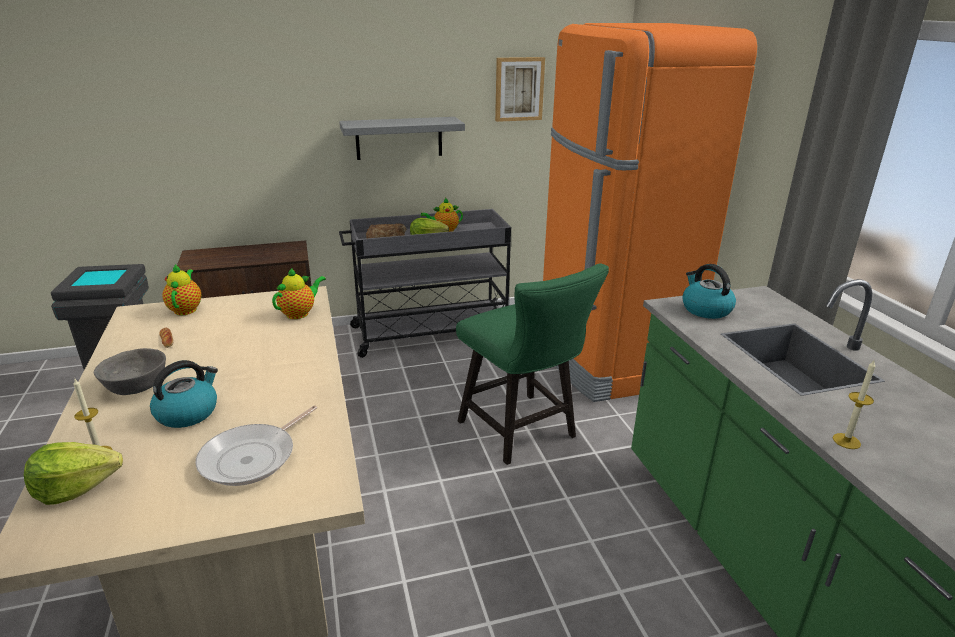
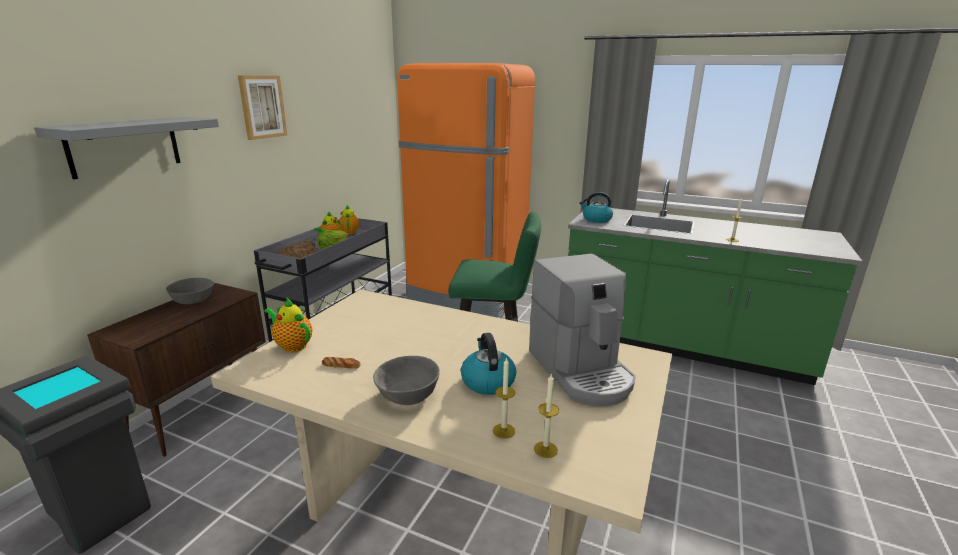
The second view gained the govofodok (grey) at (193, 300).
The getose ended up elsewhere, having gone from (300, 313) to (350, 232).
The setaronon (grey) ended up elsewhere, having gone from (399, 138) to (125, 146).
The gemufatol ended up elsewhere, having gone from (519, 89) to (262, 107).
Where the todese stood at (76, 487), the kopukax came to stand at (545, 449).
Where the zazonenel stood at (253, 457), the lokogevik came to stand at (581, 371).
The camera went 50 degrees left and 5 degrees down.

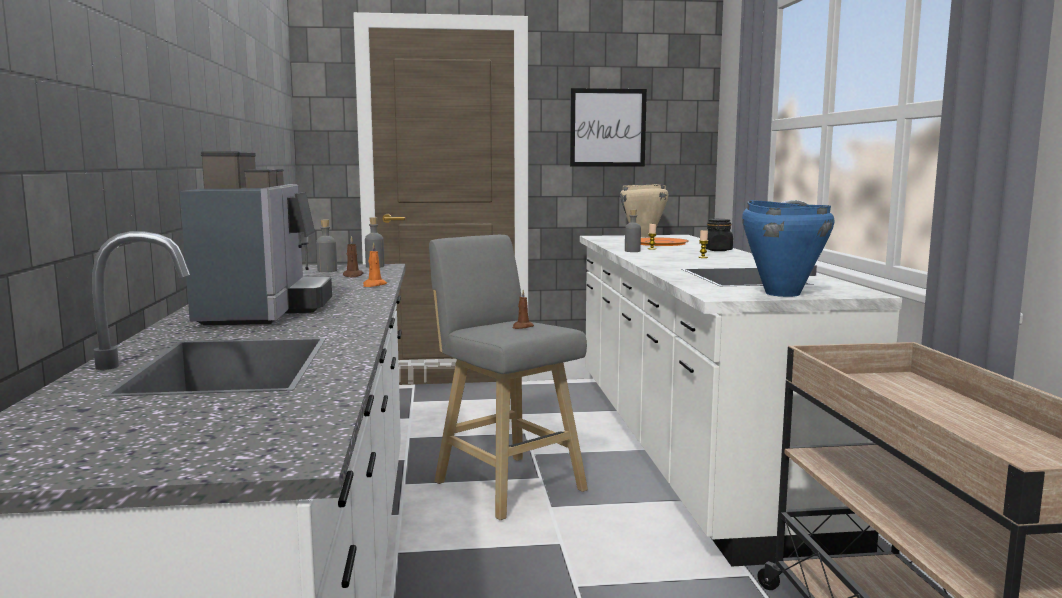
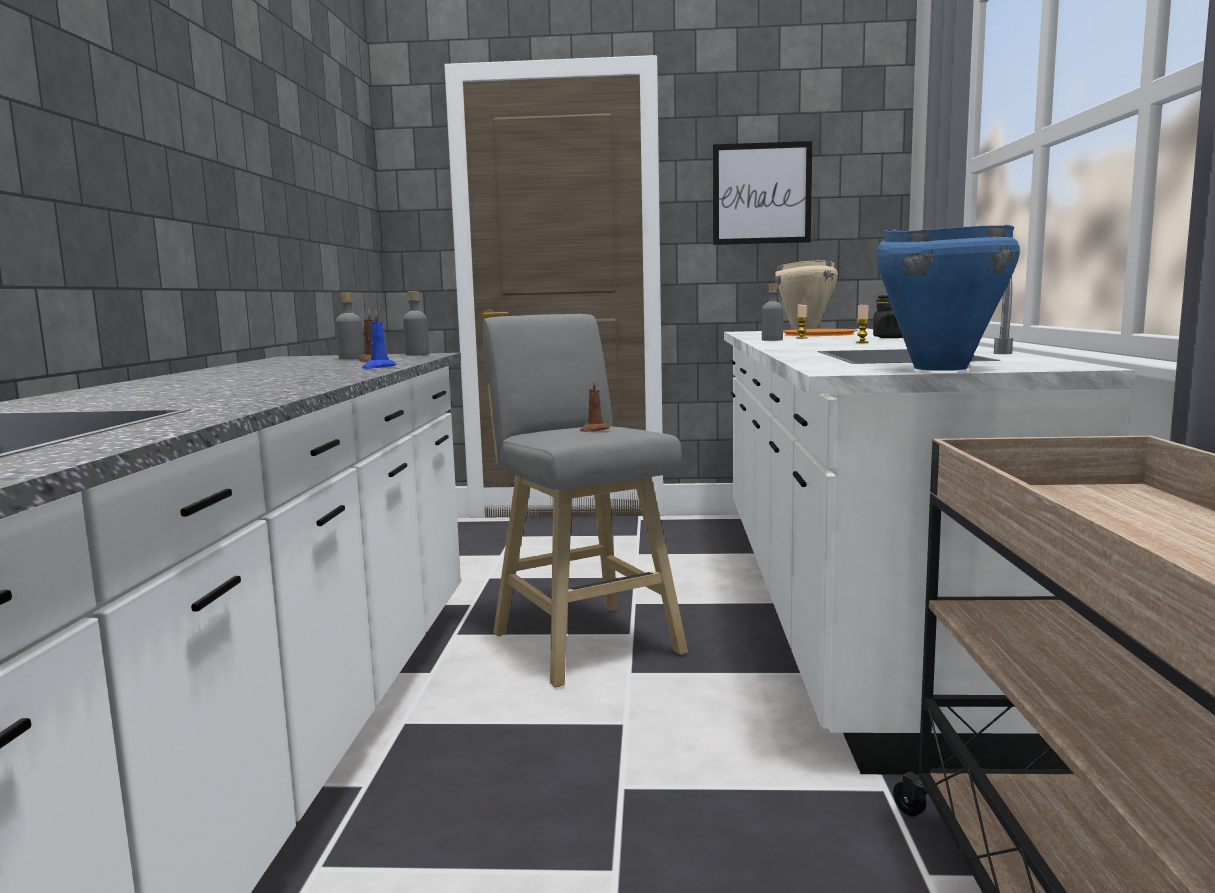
The second view lost the lokogevik at (263, 311).
What was the kopukax (orange) at (374, 285) turned into the kopukax (blue) at (378, 367).
The camera went 10 degrees right and 0 degrees up.

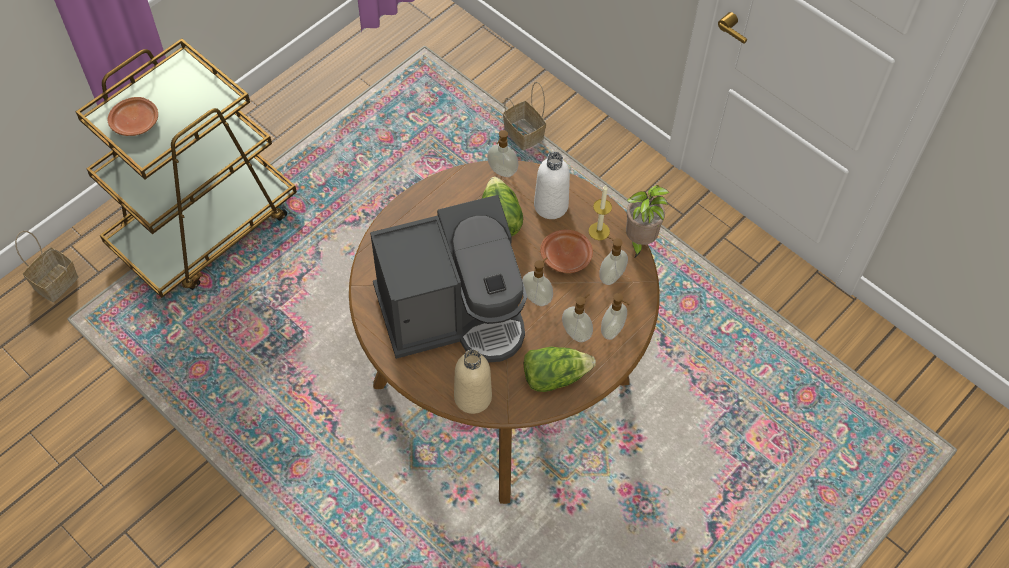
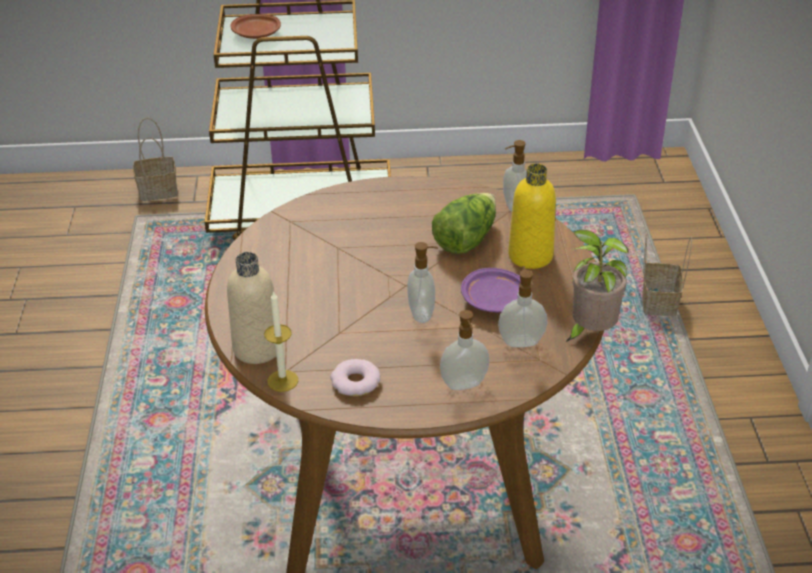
The second view lost the lokogevik at (454, 312).
The second view lost the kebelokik at (576, 333).
The kopukax ended up elsewhere, having gone from (599, 231) to (282, 381).
Where the todese stood at (554, 376), the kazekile came to stand at (355, 382).
What was the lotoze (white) at (551, 205) turned into the lotoze (yellow) at (530, 256).
What was the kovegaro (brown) at (566, 256) turned into the kovegaro (purple) at (495, 301).
The camera went 45 degrees right and 20 degrees down.

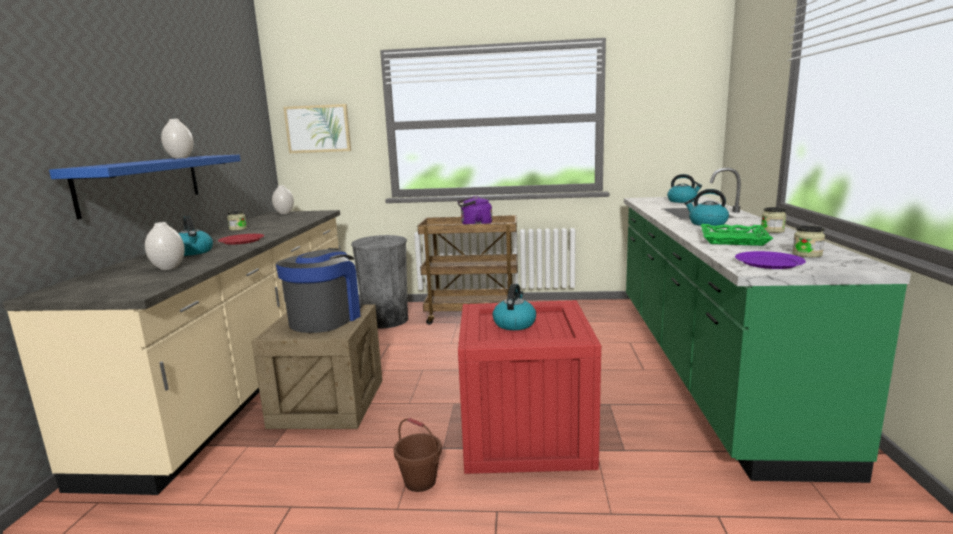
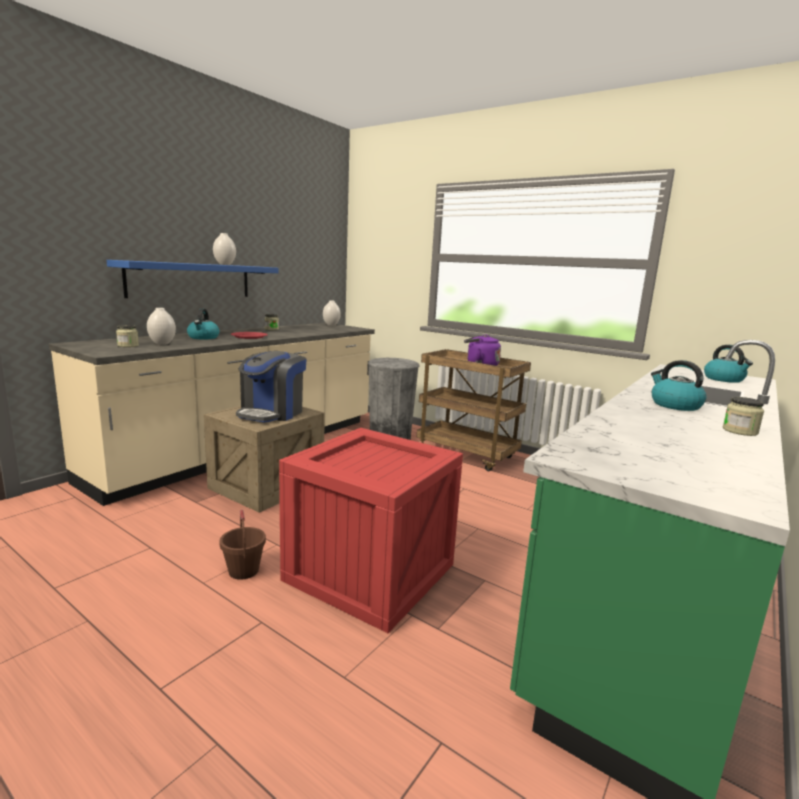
The second view lost the gemufatol at (318, 129).
The second view lost the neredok at (514, 323).
The second view lost the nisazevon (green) at (732, 239).
The second view lost the kovegaro (purple) at (769, 263).
The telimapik ended up elsewhere, having gone from (807, 254) to (128, 345).
The lokogevik at (325, 319) ended up facing another way, 150 degrees clockwise from before.
The camera went 30 degrees right and 0 degrees up.

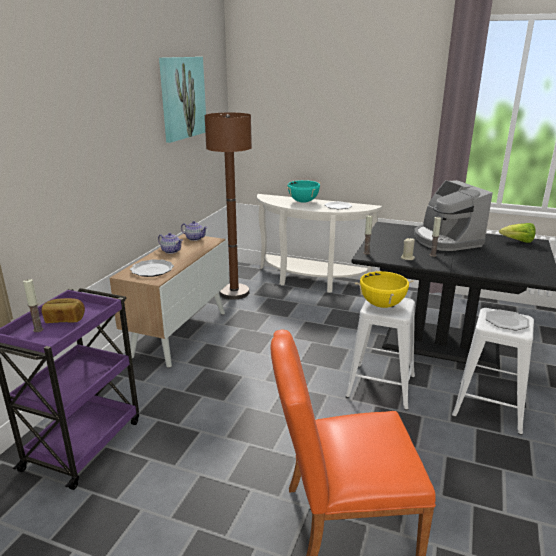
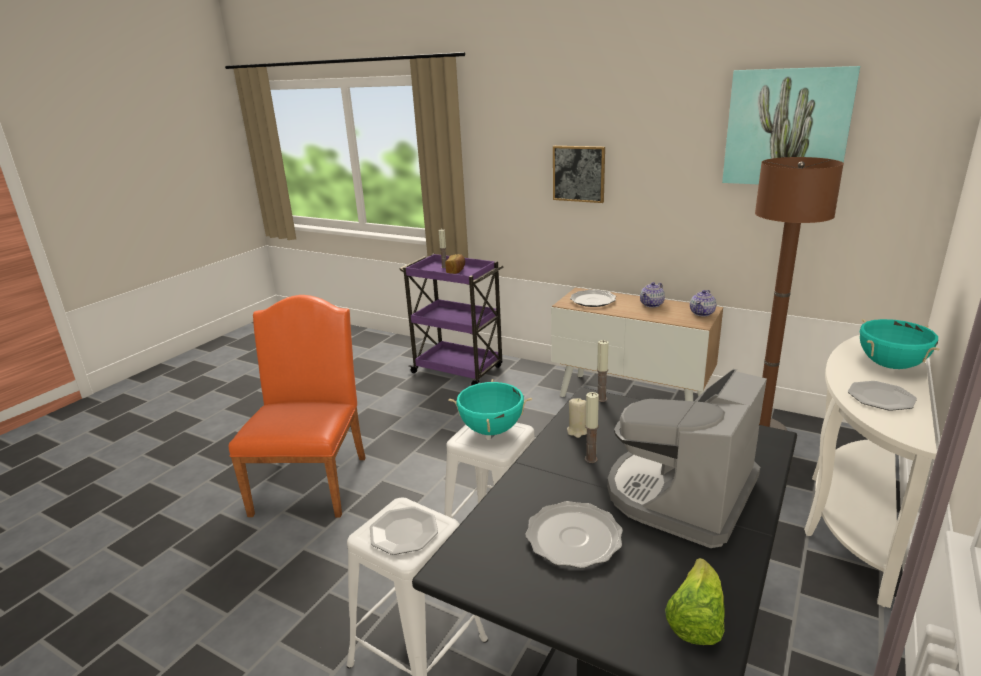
The second view gained the kovegaro at (574, 537).
The second view gained the gemufatol at (579, 173).
What was the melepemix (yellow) at (382, 305) turned into the melepemix (turquoise) at (491, 430).
The lokogevik at (445, 240) ended up facing another way, 45 degrees counterclockwise from before.
The camera went 100 degrees right and 0 degrees up.

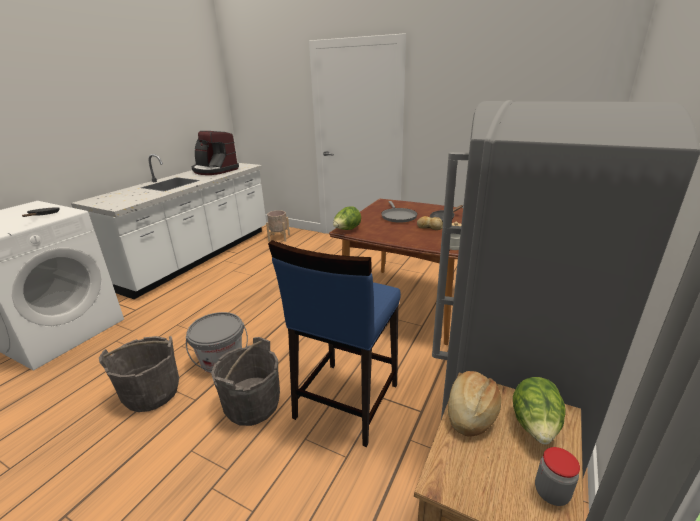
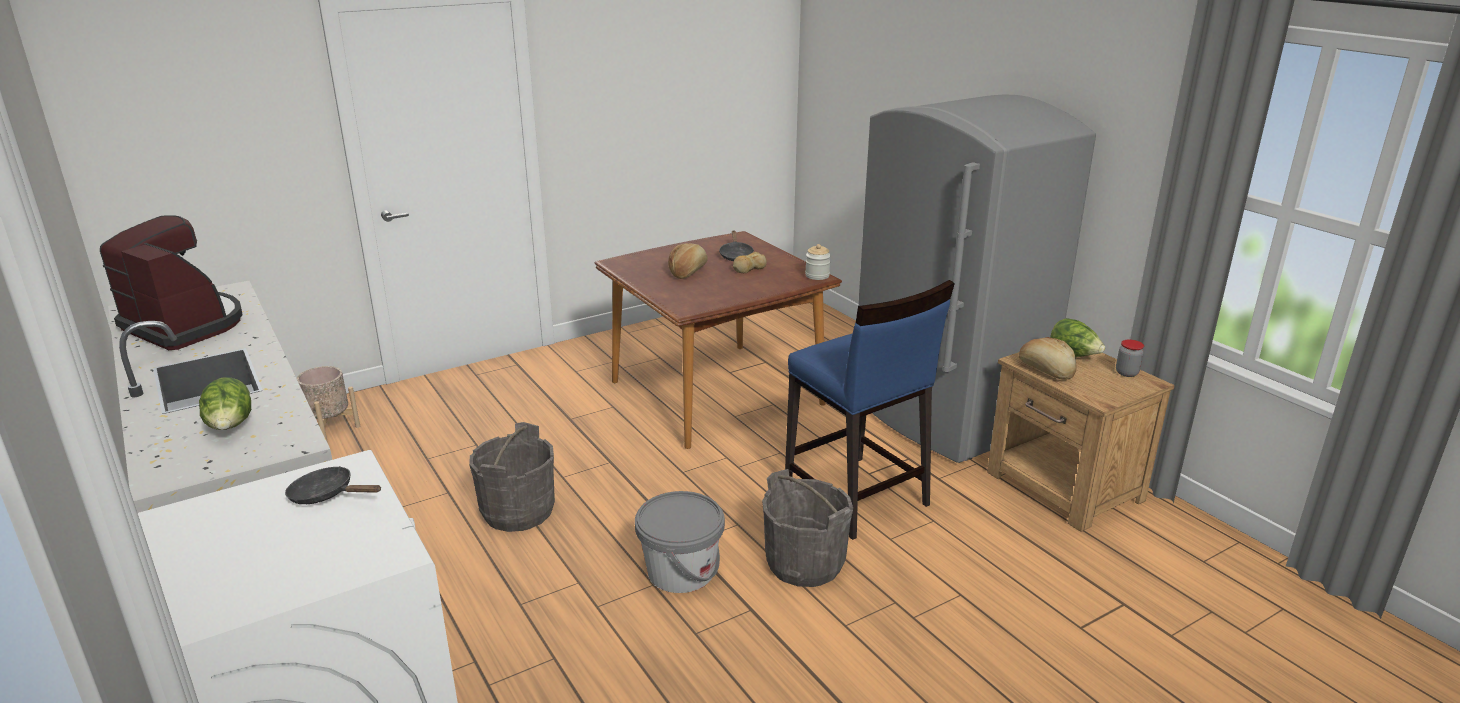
The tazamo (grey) ended up elsewhere, having gone from (152, 393) to (518, 511).
The todese ended up elsewhere, having gone from (347, 230) to (231, 427).
Where the zazonenel (grey) stood at (398, 216), the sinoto came to stand at (688, 272).
The lokogevik at (214, 170) ended up facing another way, 120 degrees counterclockwise from before.
The camera went 60 degrees left and 0 degrees up.

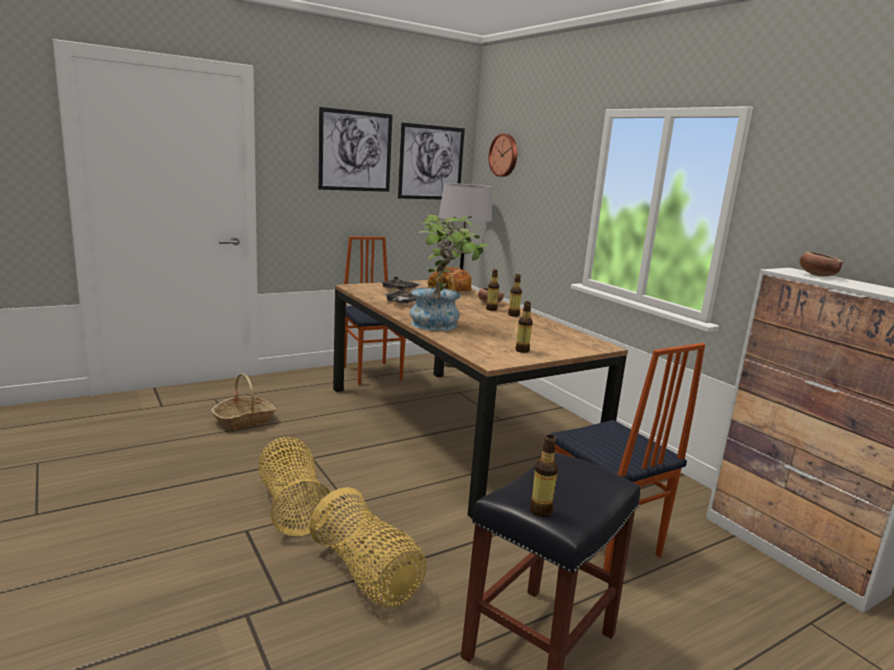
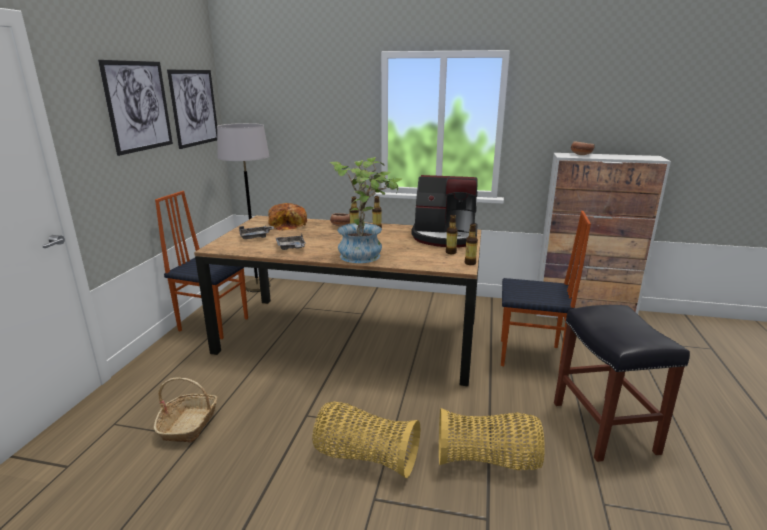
The second view lost the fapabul at (504, 155).
The second view gained the lokogevik at (445, 237).
The lotoze ended up elsewhere, having gone from (540, 511) to (470, 263).
The camera went 45 degrees left and 5 degrees up.

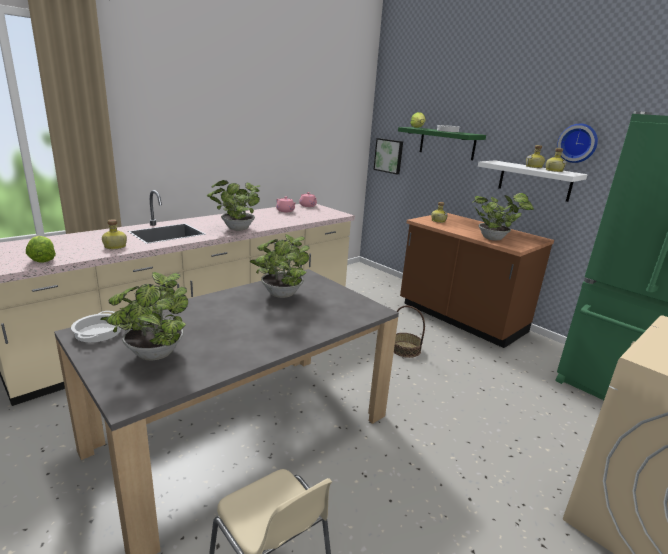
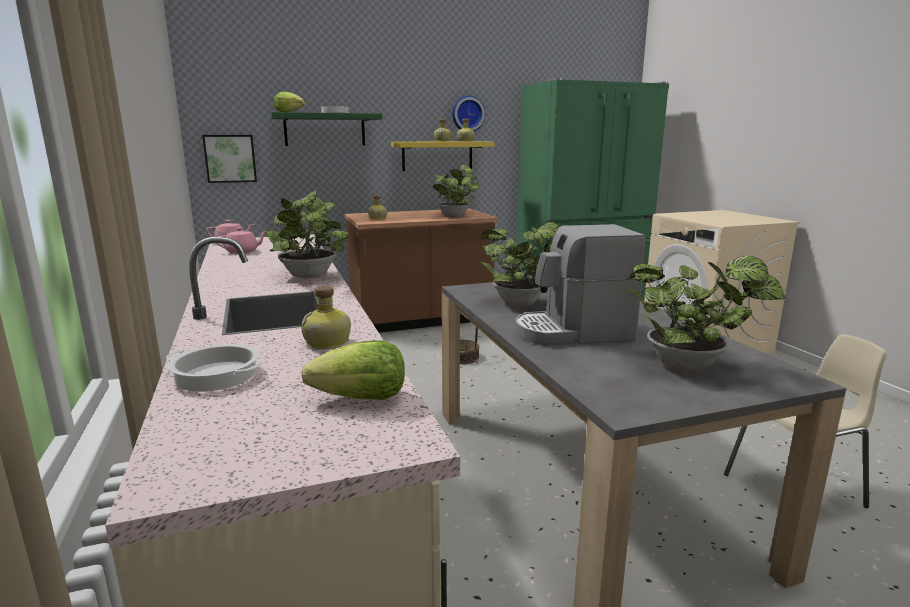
The second view gained the lokogevik at (573, 332).
The melepemix ended up elsewhere, having gone from (98, 332) to (217, 375).
What was the setaronon (white) at (534, 180) turned into the setaronon (yellow) at (437, 156).
The camera went 65 degrees left and 5 degrees down.

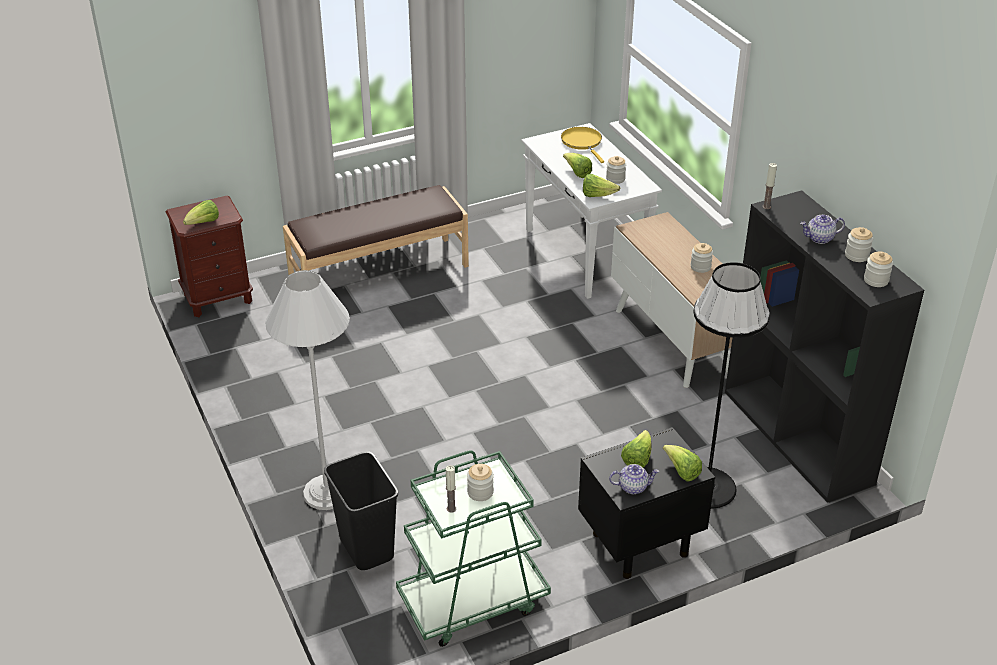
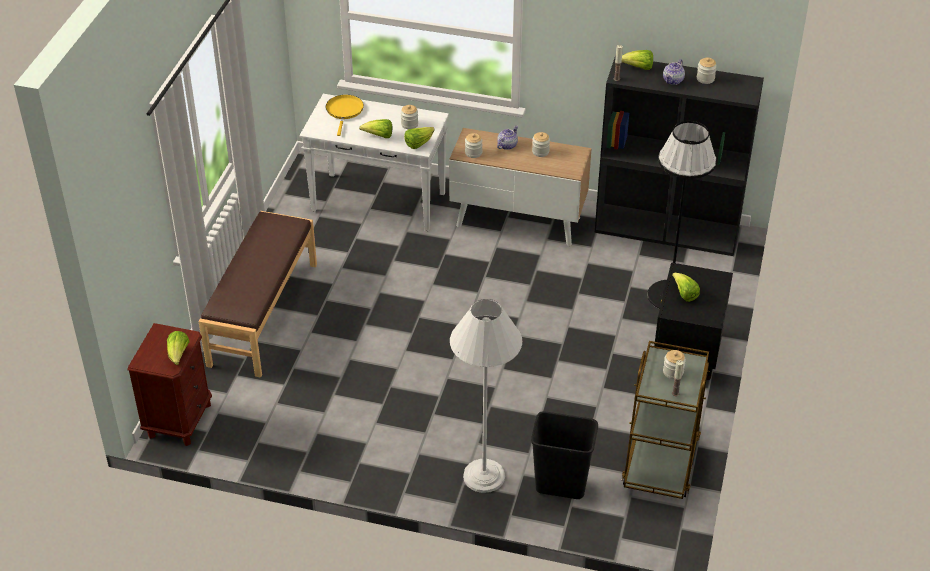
The getose ended up elsewhere, having gone from (633, 487) to (507, 145).
The todese ended up elsewhere, having gone from (681, 472) to (638, 68).
The telimapik ended up elsewhere, having gone from (876, 280) to (473, 153).
What was the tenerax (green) at (472, 601) turned into the tenerax (brown) at (661, 460).
The zazonenel (yellow) at (582, 142) ended up facing another way, 75 degrees clockwise from before.
The camera went 50 degrees left and 5 degrees up.

